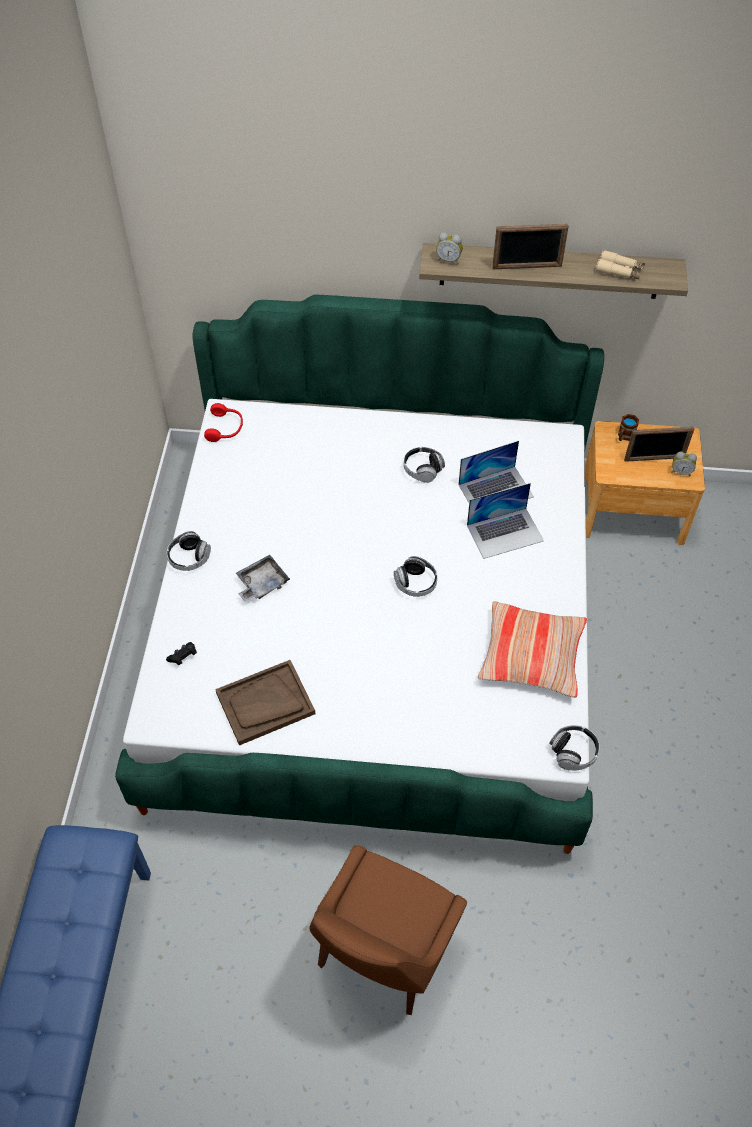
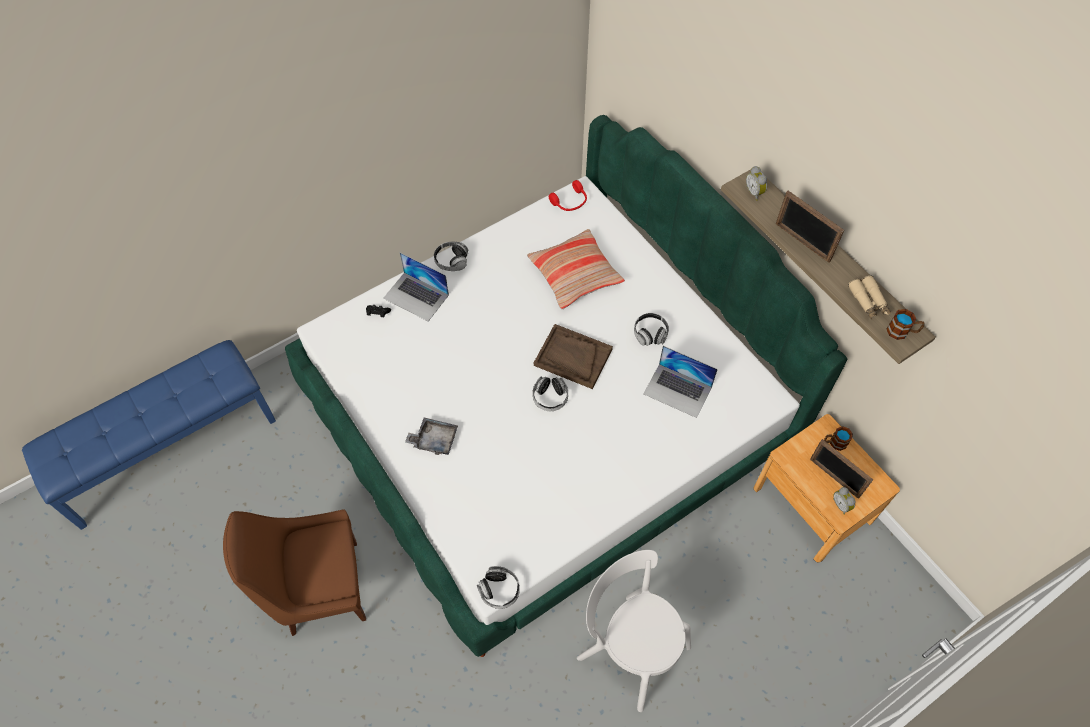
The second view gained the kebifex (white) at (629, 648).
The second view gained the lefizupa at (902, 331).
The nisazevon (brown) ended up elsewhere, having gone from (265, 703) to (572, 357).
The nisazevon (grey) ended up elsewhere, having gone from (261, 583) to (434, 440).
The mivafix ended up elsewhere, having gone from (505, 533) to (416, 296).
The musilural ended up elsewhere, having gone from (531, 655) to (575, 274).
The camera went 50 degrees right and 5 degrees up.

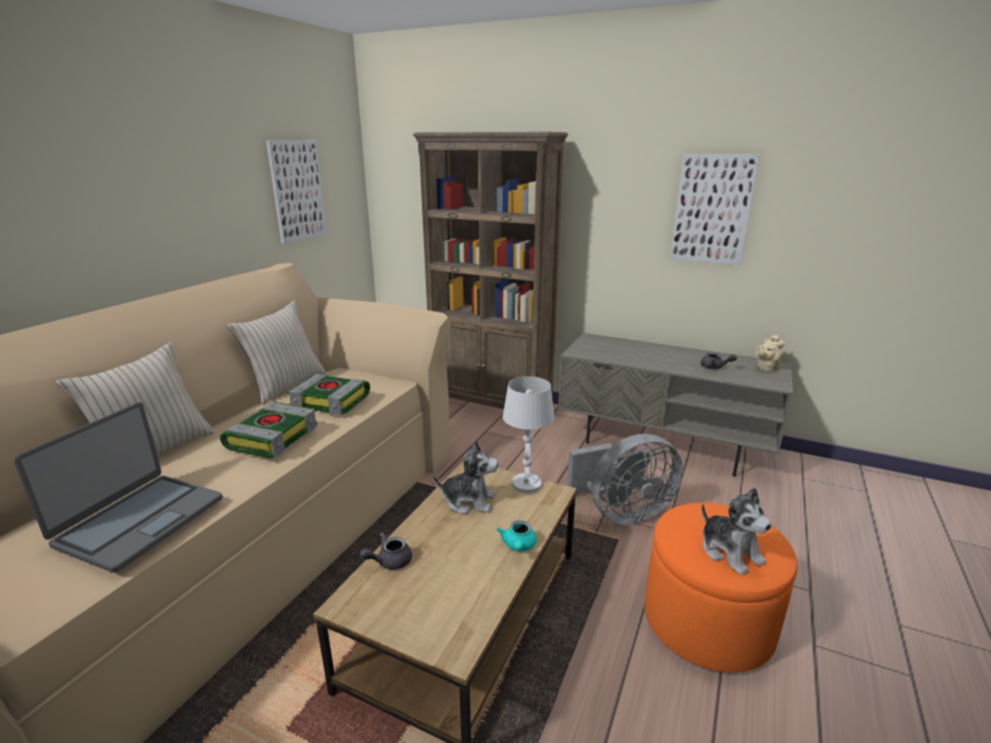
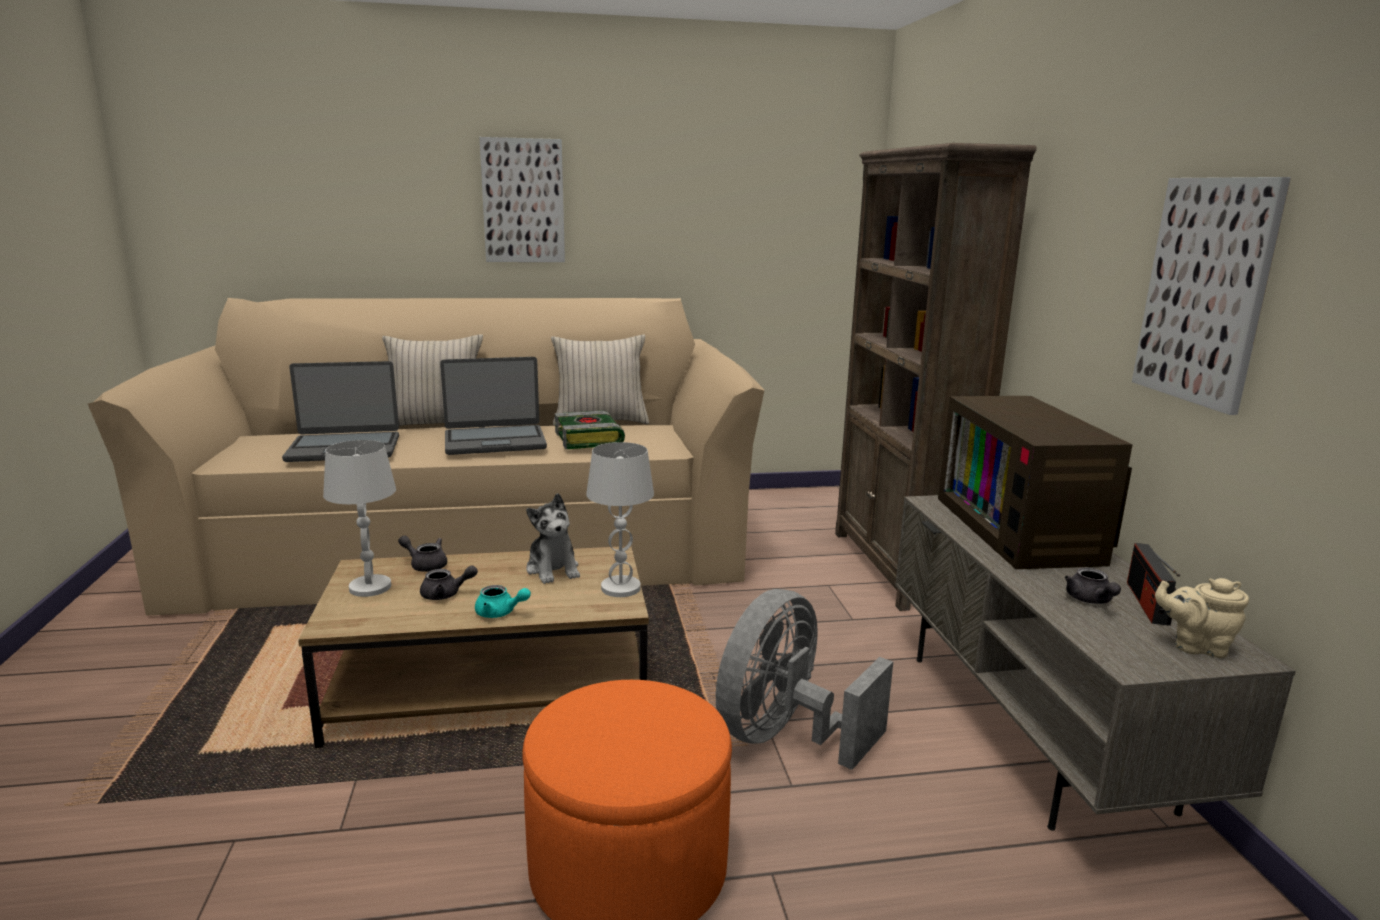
The second view lost the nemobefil at (730, 552).
The second view gained the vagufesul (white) at (370, 587).
The second view gained the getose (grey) at (446, 594).
The second view gained the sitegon at (1022, 530).
The second view gained the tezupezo at (1147, 603).
The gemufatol ended up elsewhere, having gone from (297, 191) to (523, 201).
Where the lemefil stood at (272, 437), the mivafix came to stand at (494, 441).
The getose (turquoise) at (518, 546) ended up facing another way, 135 degrees counterclockwise from before.
The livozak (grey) at (622, 513) ended up facing another way, 90 degrees clockwise from before.
The camera went 55 degrees right and 5 degrees down.

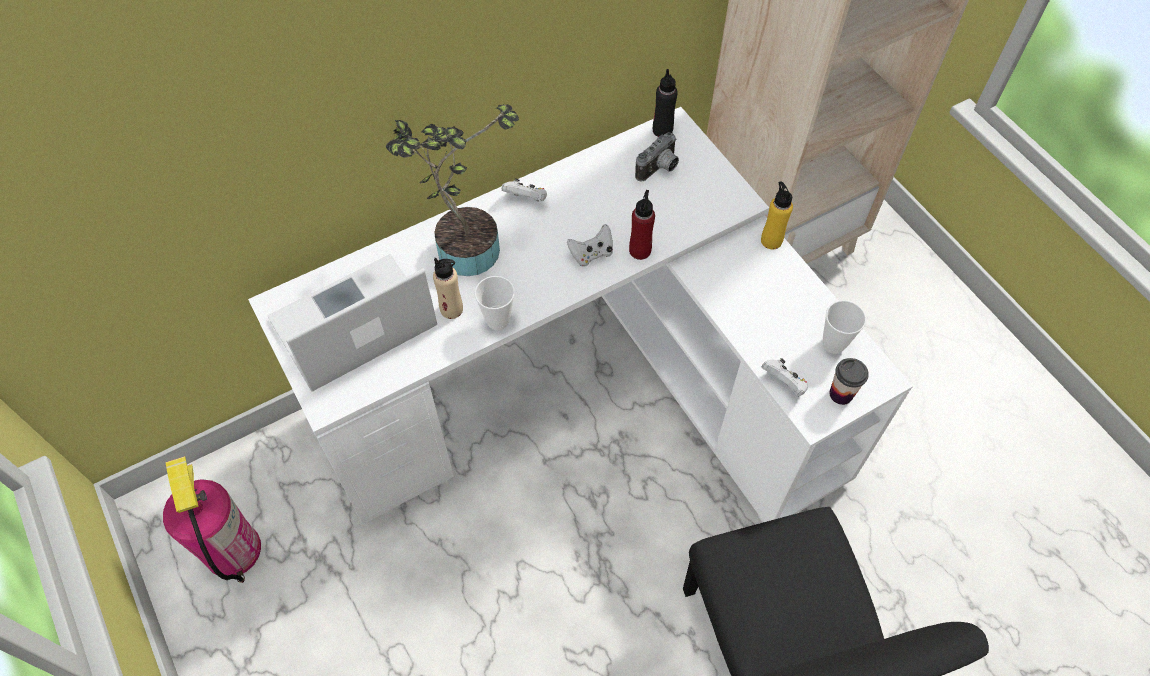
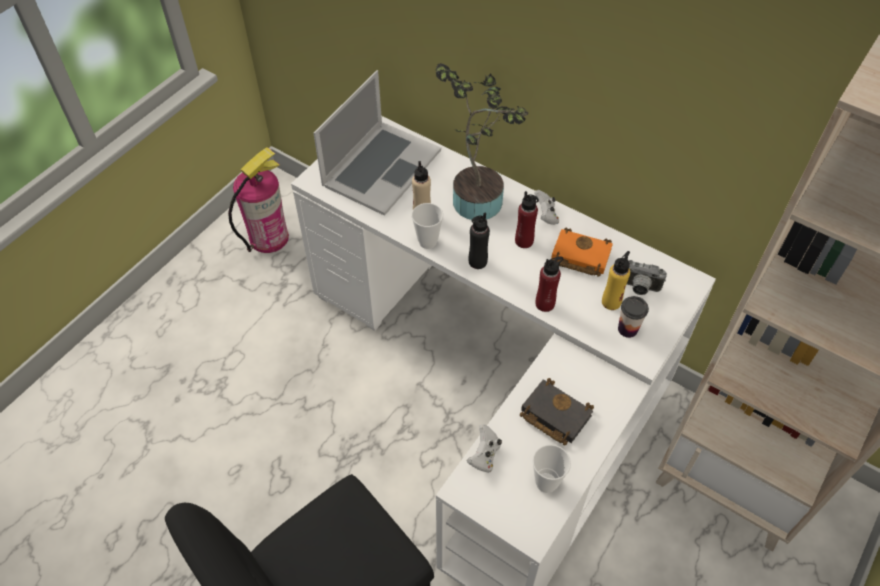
The second view lost the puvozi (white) at (591, 254).
The second view gained the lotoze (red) at (524, 241).
The second view gained the lemefil (black) at (553, 415).
The second view gained the lemefil (orange) at (578, 256).
The lotoze (black) ended up elsewhere, having gone from (662, 130) to (477, 261).
The lotoze (yellow) ended up elsewhere, having gone from (771, 240) to (611, 302).
The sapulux ended up elsewhere, having gone from (841, 394) to (627, 329).
The mivafix at (353, 323) ended up facing another way, 90 degrees clockwise from before.
The camera went 65 degrees right and 5 degrees down.

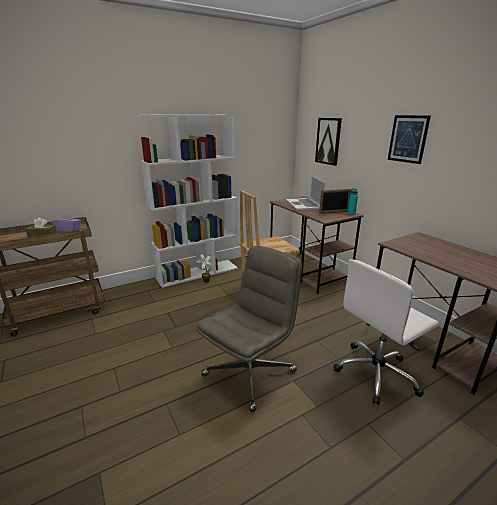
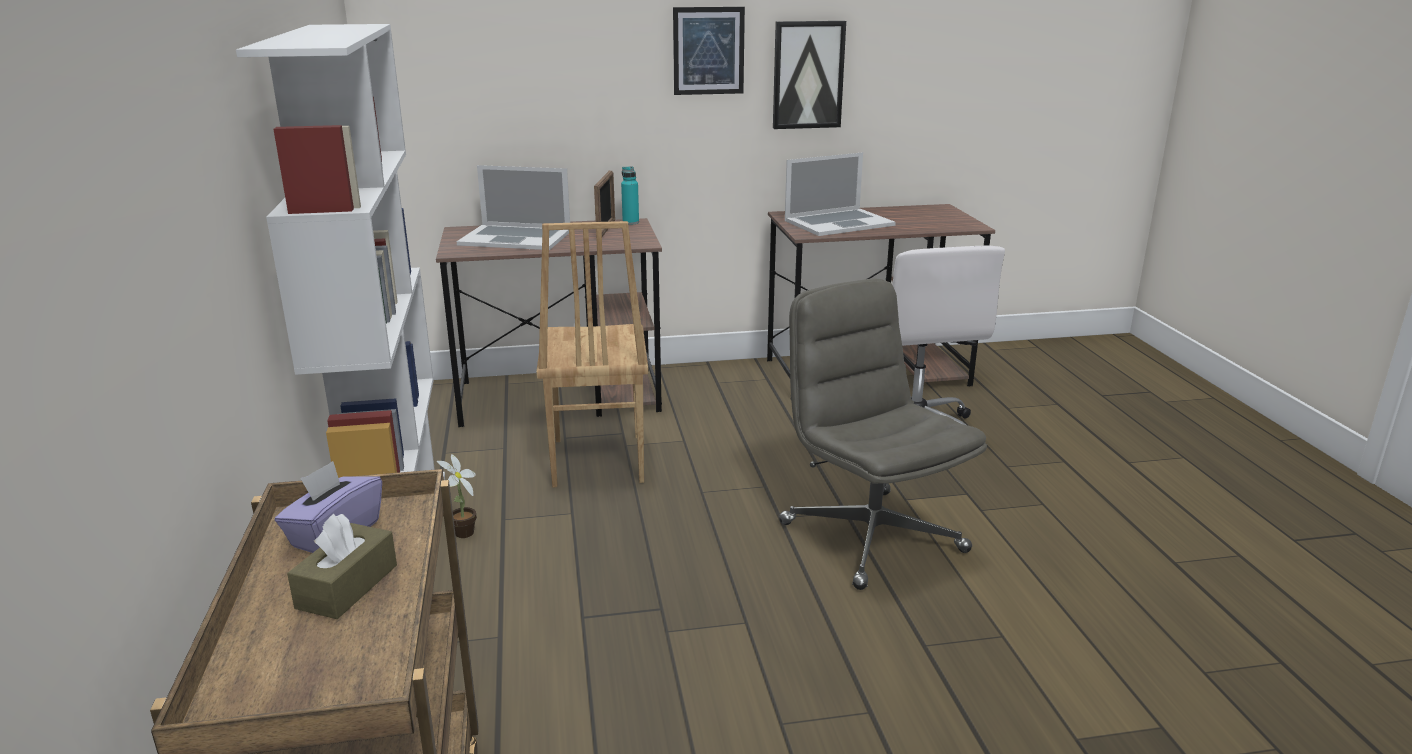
The second view gained the mivafix at (838, 223).
The gemufatol ended up elsewhere, having gone from (328, 141) to (808, 75).
The camera went 70 degrees left and 0 degrees up.

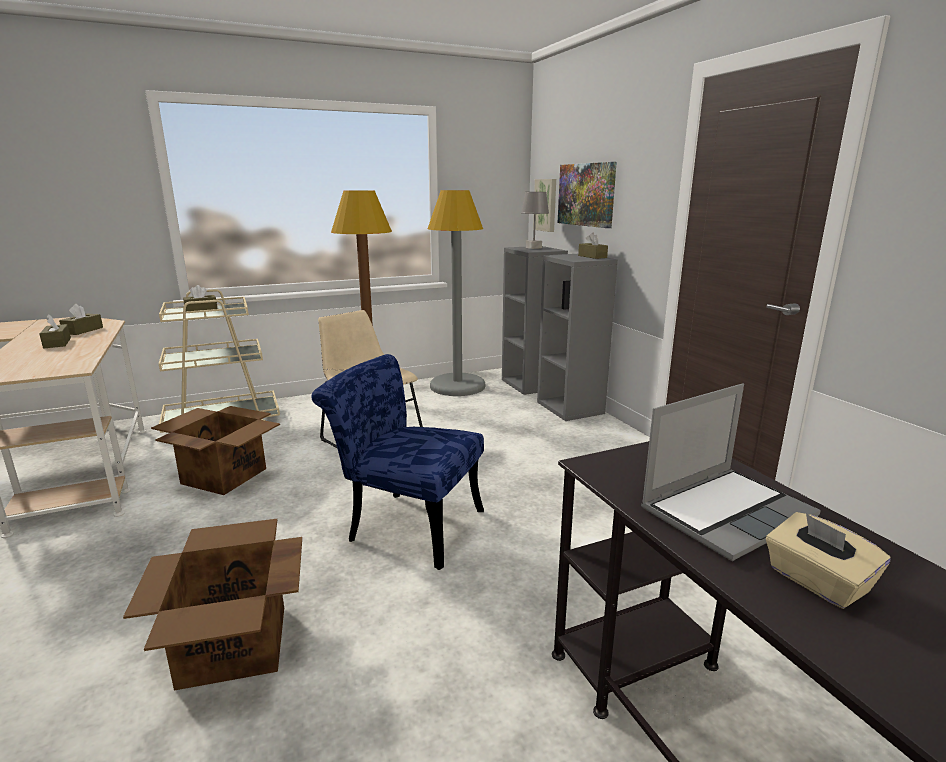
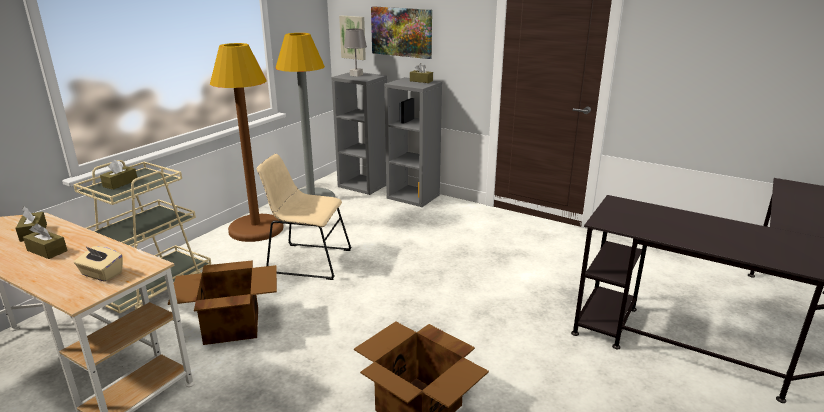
The second view lost the kebifex (blue) at (406, 524).
The second view lost the mivafix at (726, 512).
The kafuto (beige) ended up elsewhere, having gone from (816, 582) to (101, 274).
The camera went 35 degrees left and 5 degrees up.

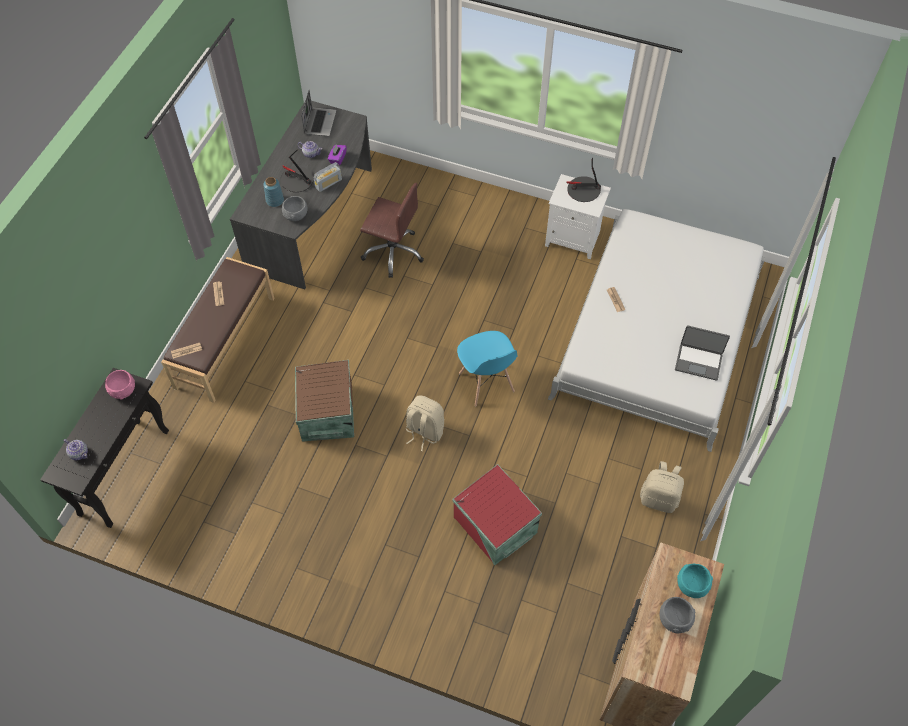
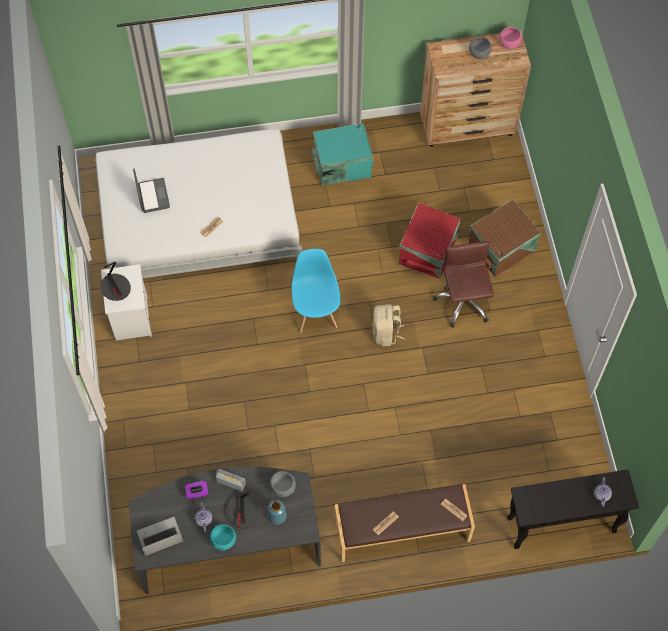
The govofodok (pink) ended up elsewhere, having gone from (123, 390) to (509, 43).
The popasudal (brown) ended up elsewhere, having gone from (326, 413) to (502, 248).
The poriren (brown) ended up elsewhere, having gone from (393, 252) to (463, 302).
The mivafix ended up elsewhere, having gone from (698, 361) to (152, 196).
The govofodok (turquoise) ended up elsewhere, having gone from (691, 585) to (223, 540).
Where the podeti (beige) stood at (659, 498), the popasudal (turquoise) came to stand at (341, 164).
The kebifex (blue) at (486, 383) ended up facing another way, 45 degrees counterclockwise from before.
The camera went 120 degrees left and 5 degrees up.

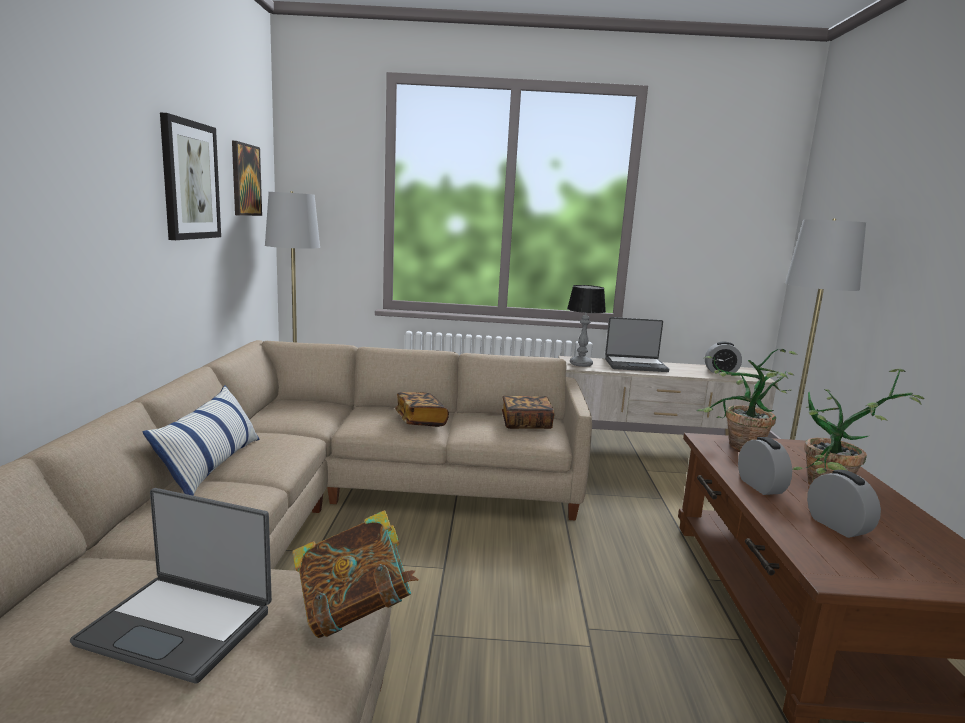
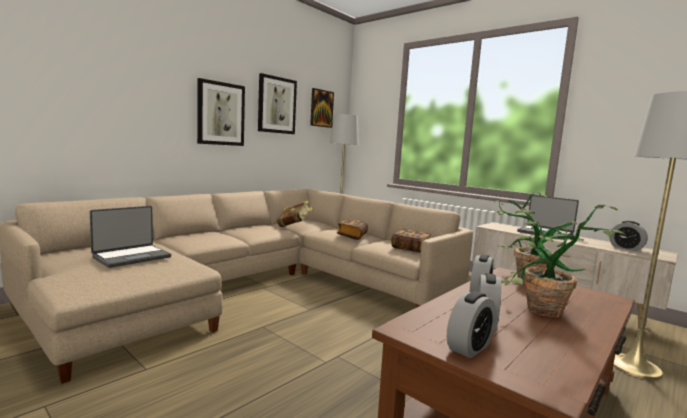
The second view lost the musilural at (212, 466).
The second view lost the vagufesul at (581, 364).
The second view gained the gemufatol at (220, 114).
The second view gained the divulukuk at (469, 347).
The lemefil ended up elsewhere, having gone from (354, 611) to (294, 227).
The mivafix at (180, 625) ended up facing another way, 105 degrees counterclockwise from before.
The camera went 40 degrees right and 5 degrees down.

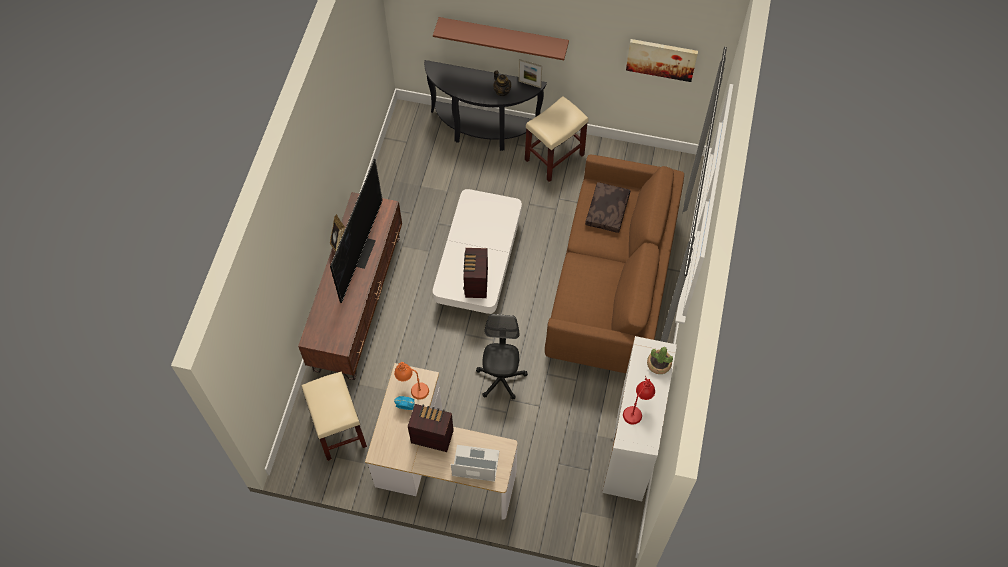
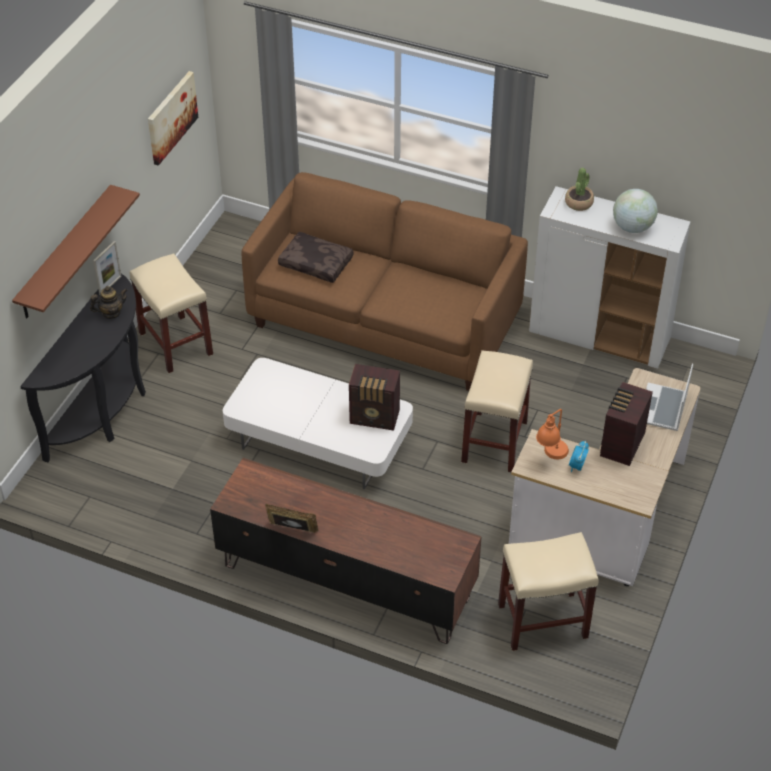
The second view lost the sitegon at (361, 251).
Where the poriren (black) stood at (501, 379), the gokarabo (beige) came to stand at (494, 441).
Where the vagufesul (red) stood at (637, 408), the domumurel came to stand at (632, 227).
The camera went 80 degrees left and 15 degrees down.

